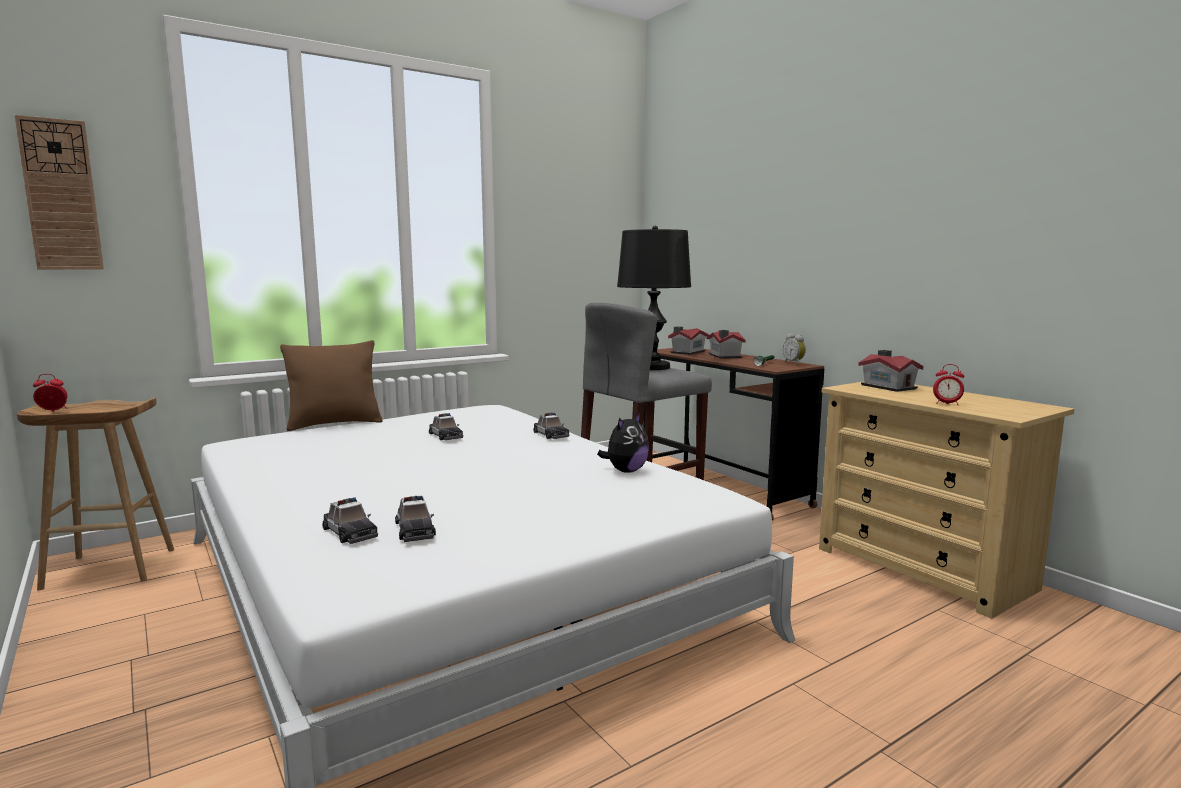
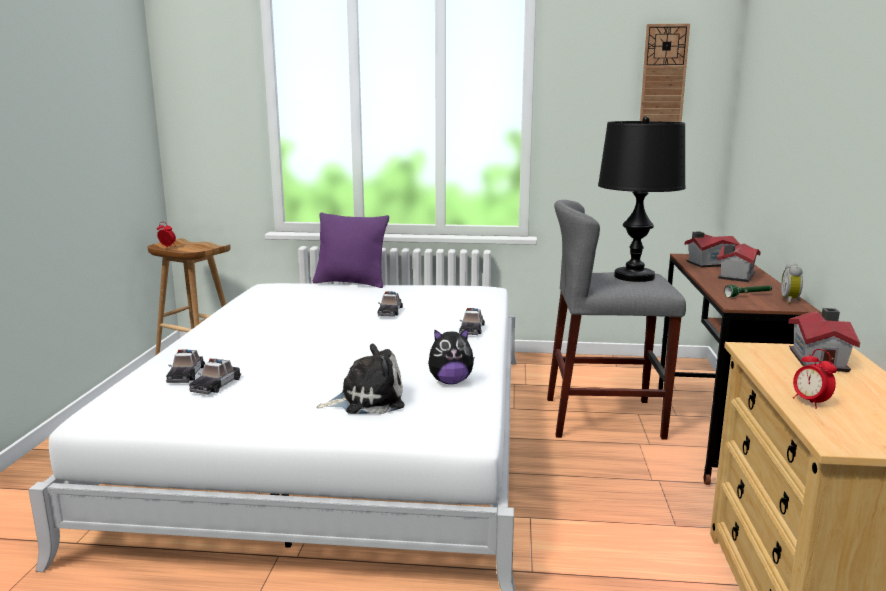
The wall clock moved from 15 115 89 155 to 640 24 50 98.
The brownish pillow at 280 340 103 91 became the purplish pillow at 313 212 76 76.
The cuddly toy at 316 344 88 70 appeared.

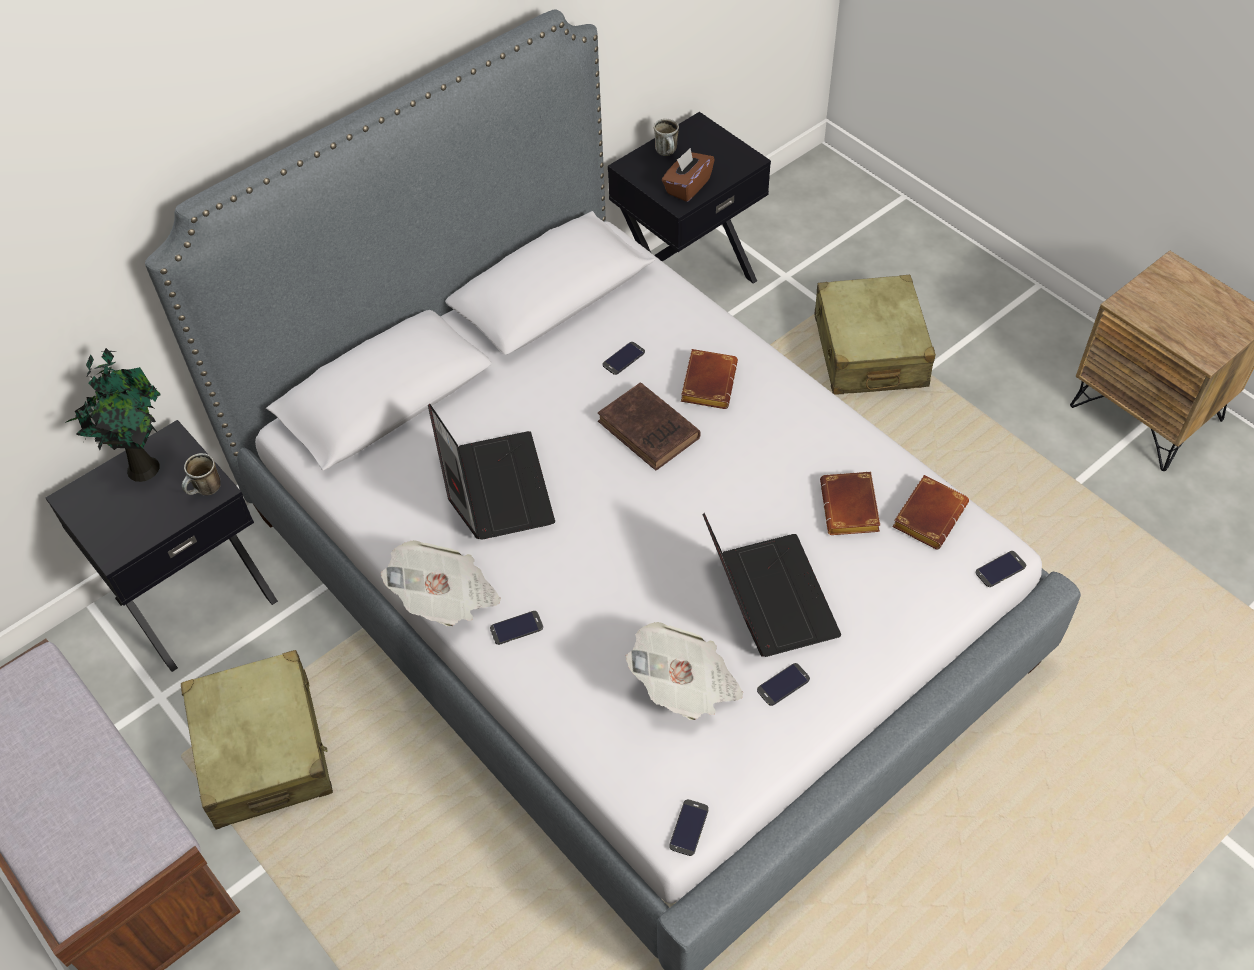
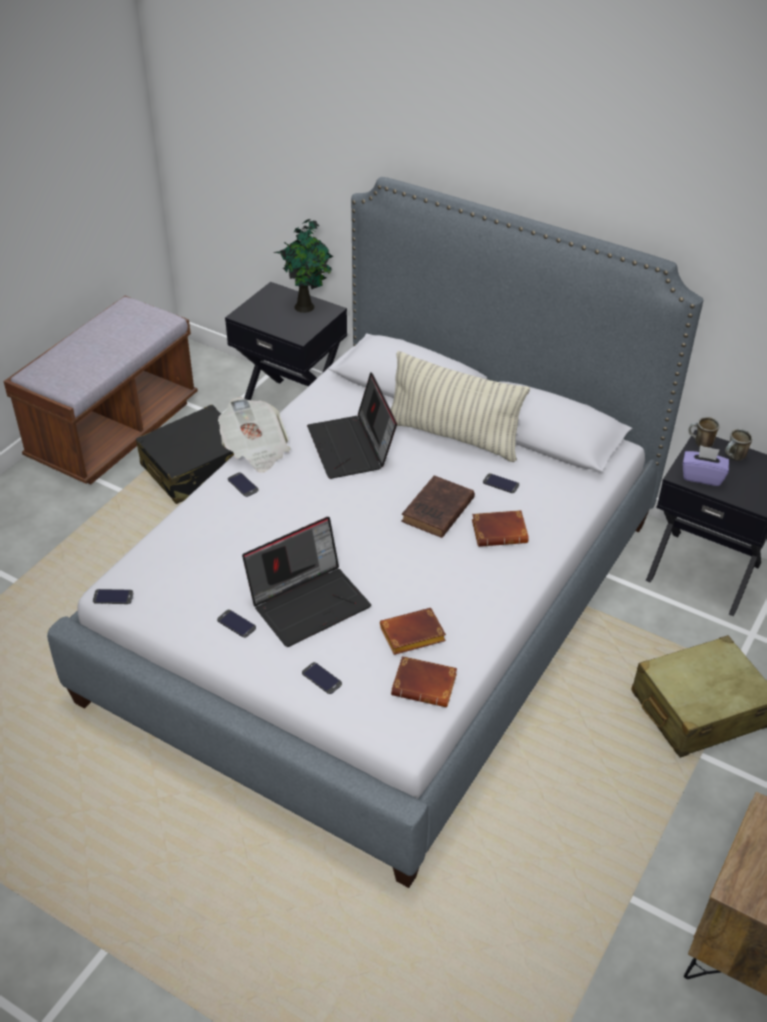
The beige-coloured suitcase at 181 650 152 179 became the black suitcase at 136 405 98 99.
The mug moved from 182 453 39 43 to 689 417 31 31.
The portable computer at 428 403 127 137 turned 105 degrees clockwise.
The newspaper at 626 622 117 98 disappeared.
The brownish box of tissues at 662 148 53 54 became the purplish box of tissues at 683 445 46 41.
The phone moved from 976 551 50 36 to 302 662 40 32.
The pillow at 390 351 140 111 appeared.

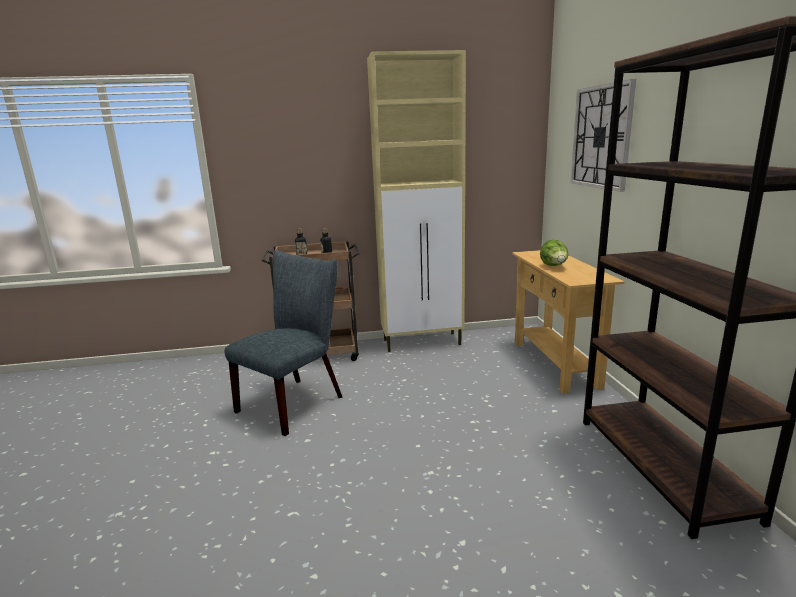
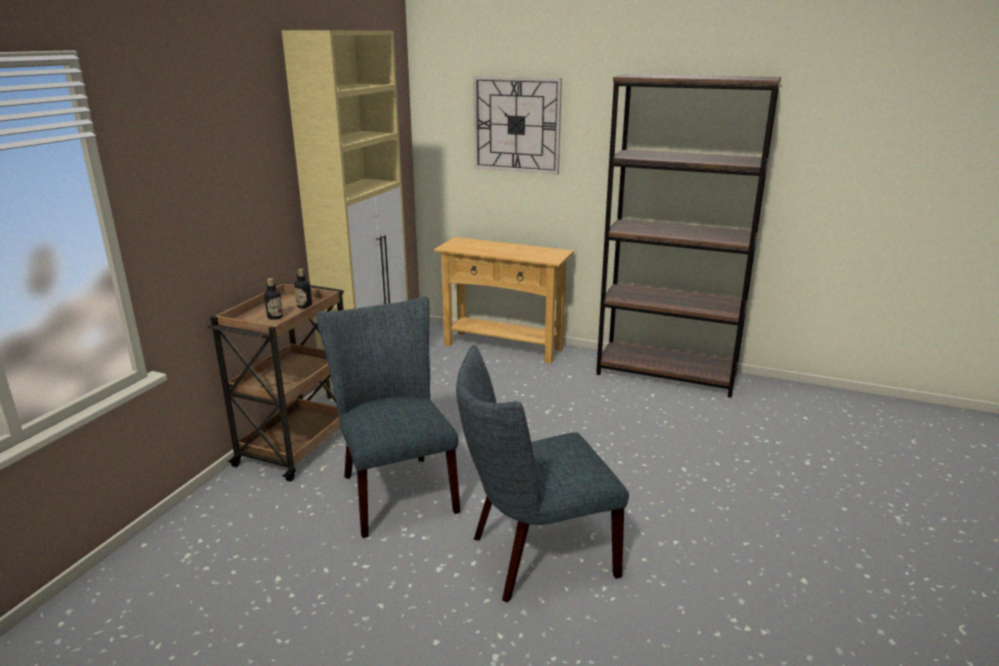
The lettuce at 540 240 28 26 disappeared.
The greyish plain chair at 456 345 173 258 appeared.

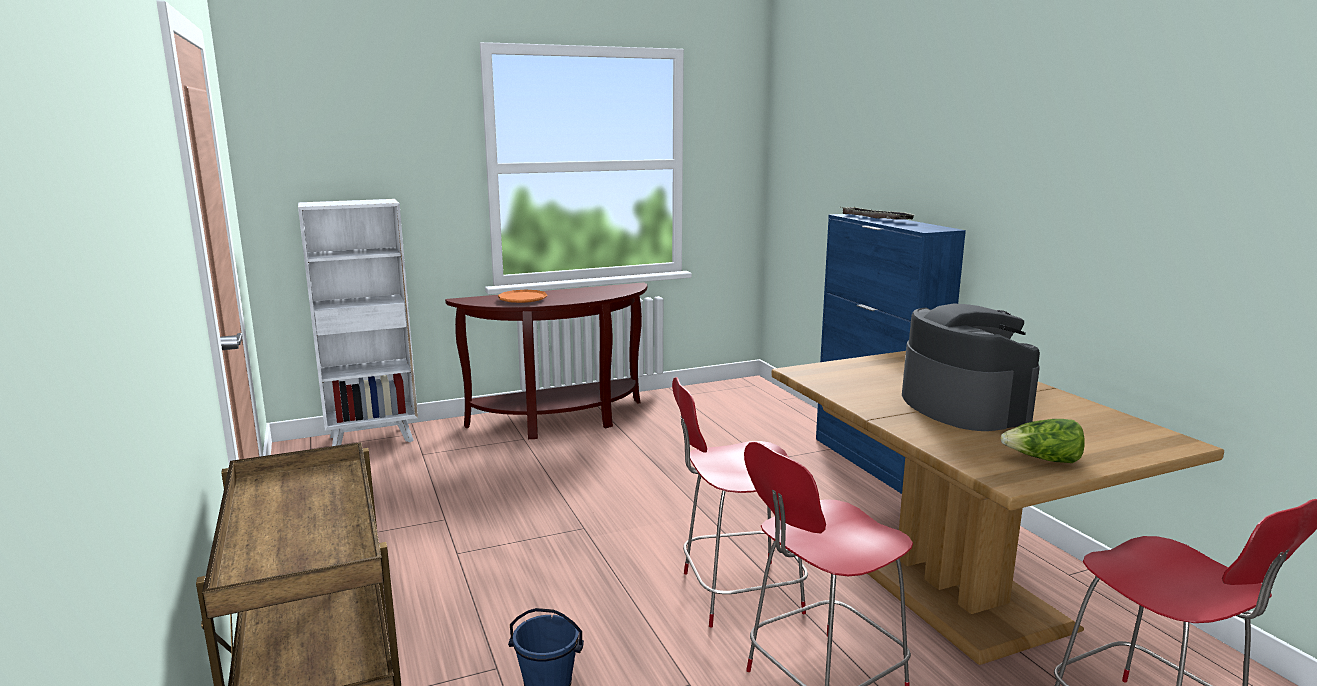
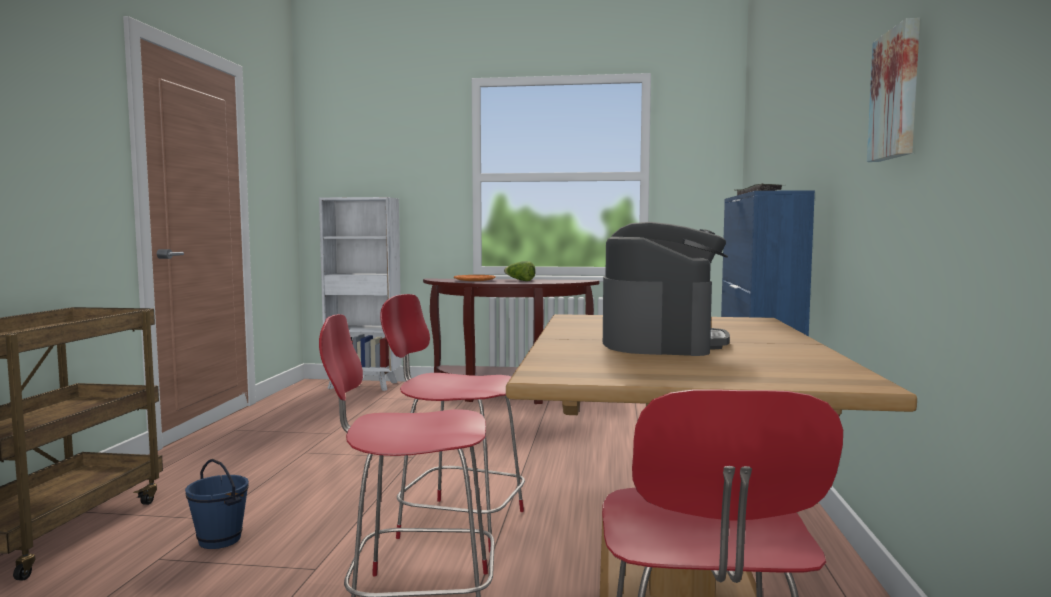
The lettuce moved from 1001 419 84 44 to 504 261 32 20.
The picture at 867 18 53 144 appeared.

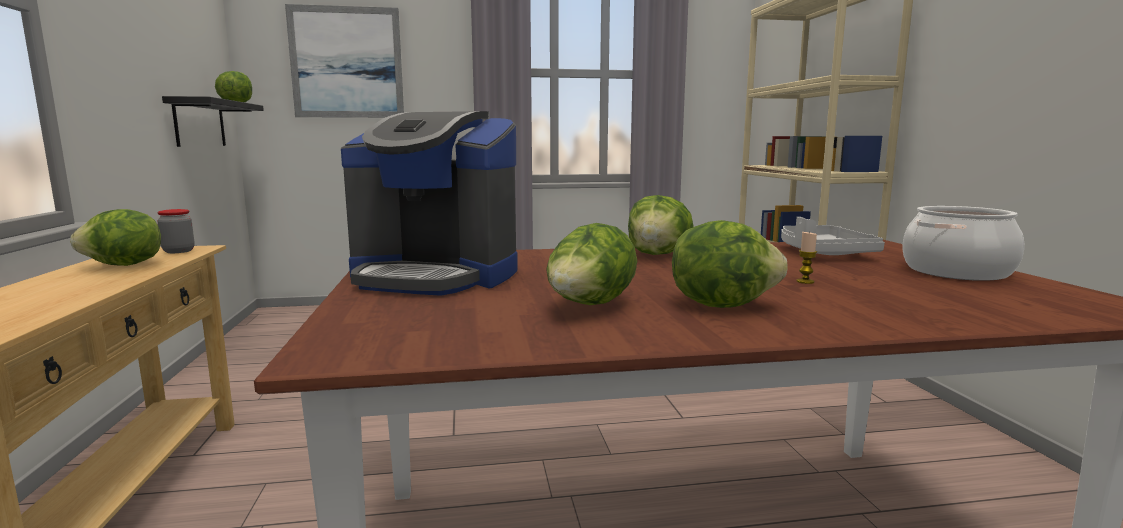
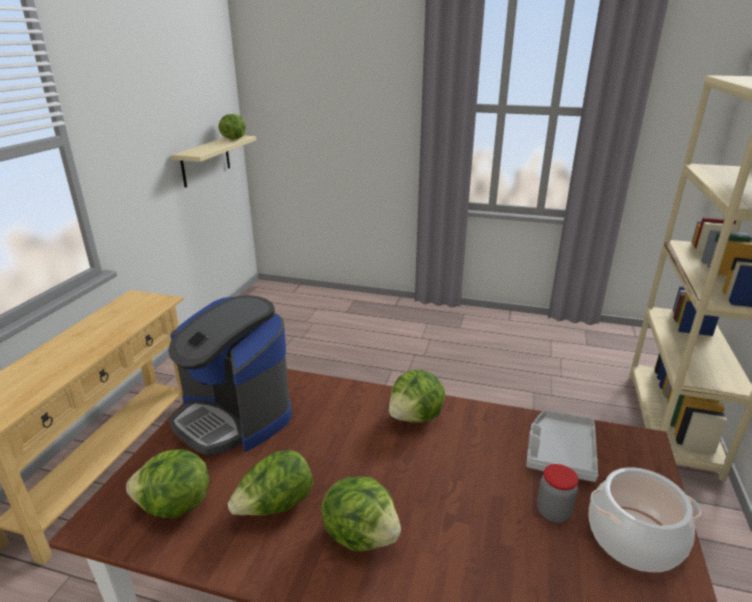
The lettuce moved from 70 209 91 57 to 126 449 83 70.
The jar moved from 157 209 38 44 to 537 464 42 59.
The black wall shelf at 162 96 102 51 became the beige-coloured wall shelf at 171 136 85 52.
The picture at 285 4 119 114 disappeared.
The candle at 796 232 21 52 disappeared.

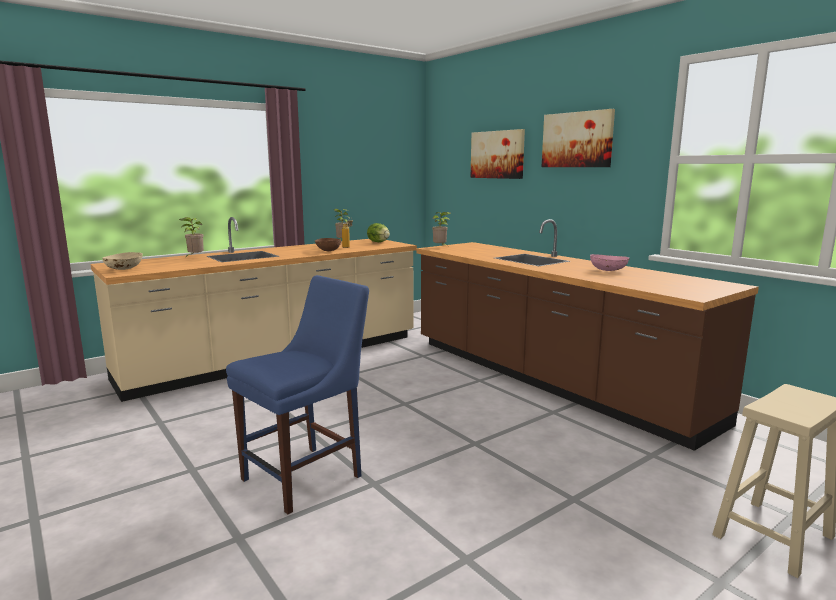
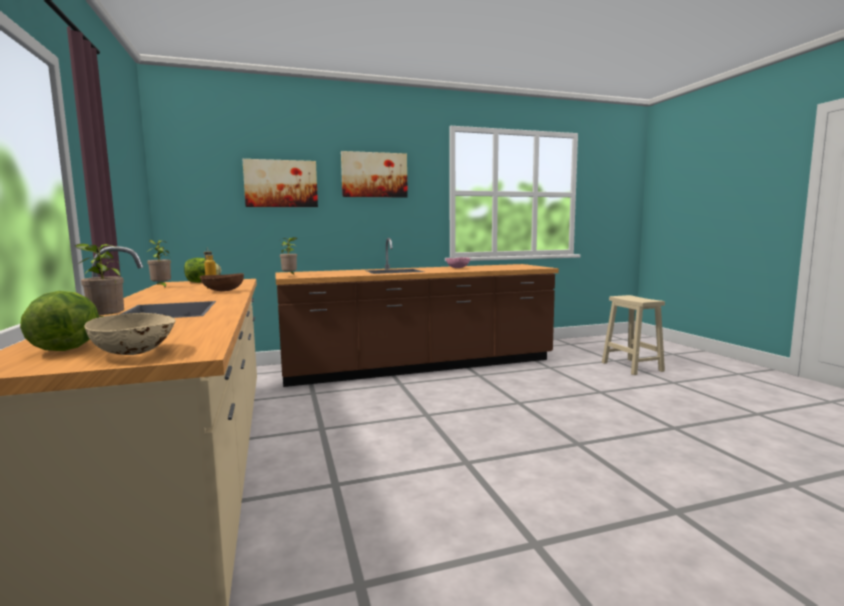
The blue plain chair at 226 275 143 239 disappeared.
The lettuce at 20 291 79 60 appeared.

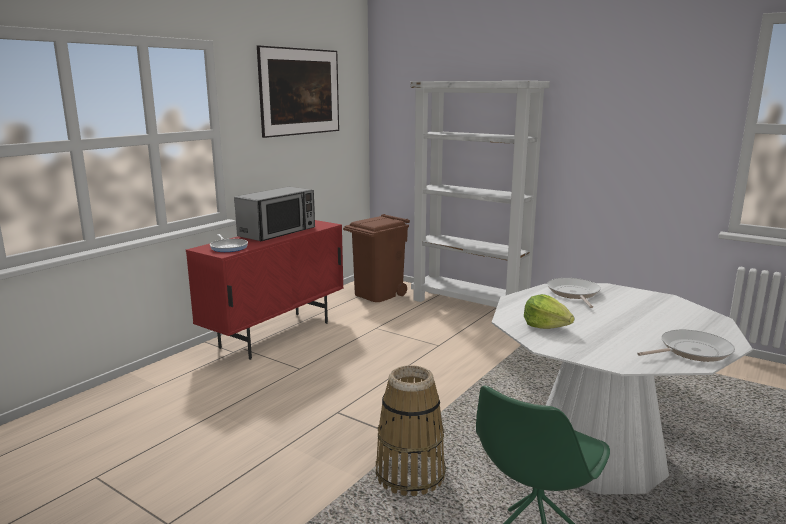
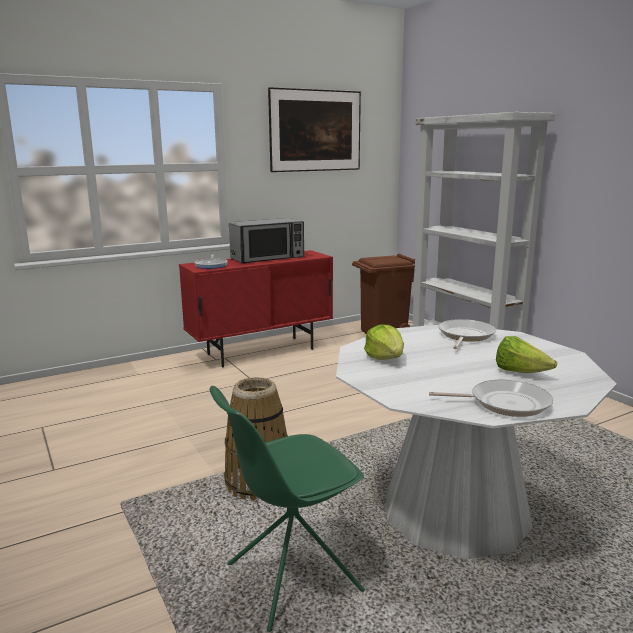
The lettuce at 496 336 61 37 appeared.

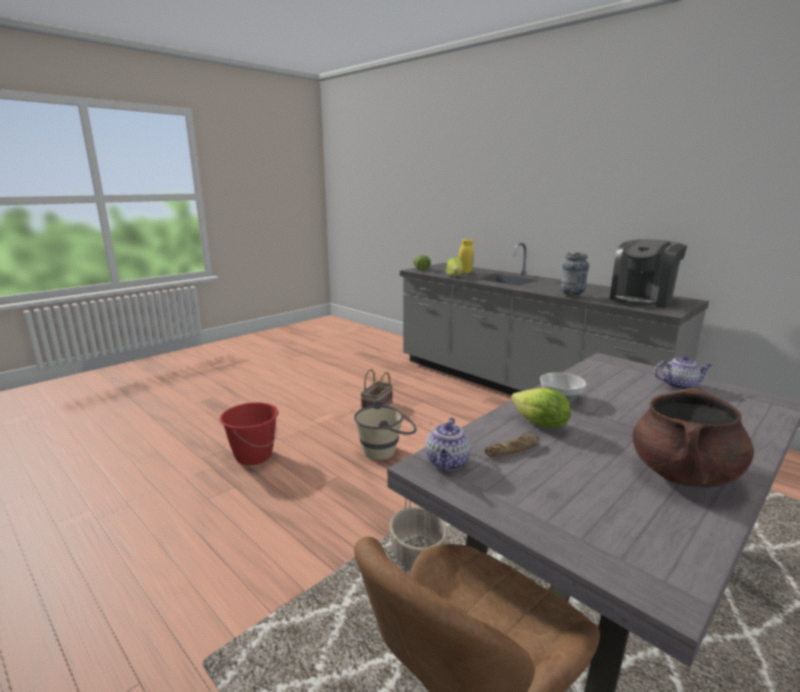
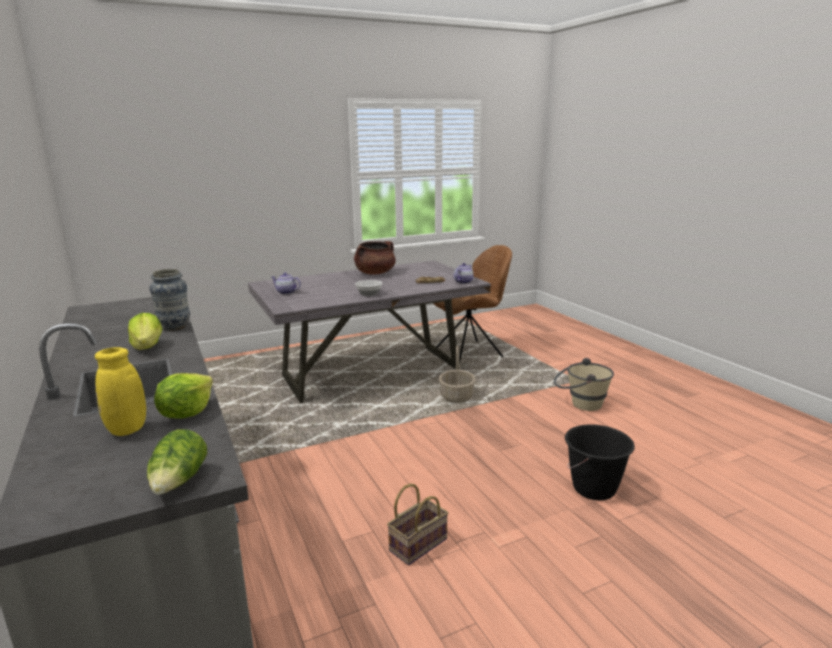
The red-coloured bucket at 219 402 60 63 became the black bucket at 565 424 70 76.
The beige-coloured bucket moved from 354 401 63 59 to 554 358 60 53.
The lettuce moved from 511 388 60 41 to 128 313 34 37.
The coffee maker at 610 239 77 69 disappeared.

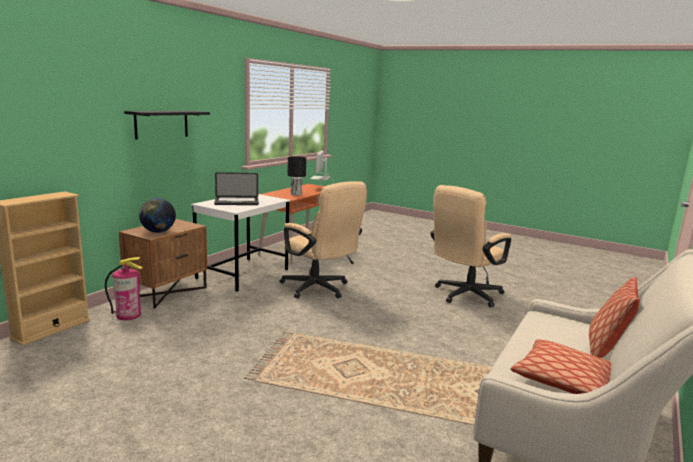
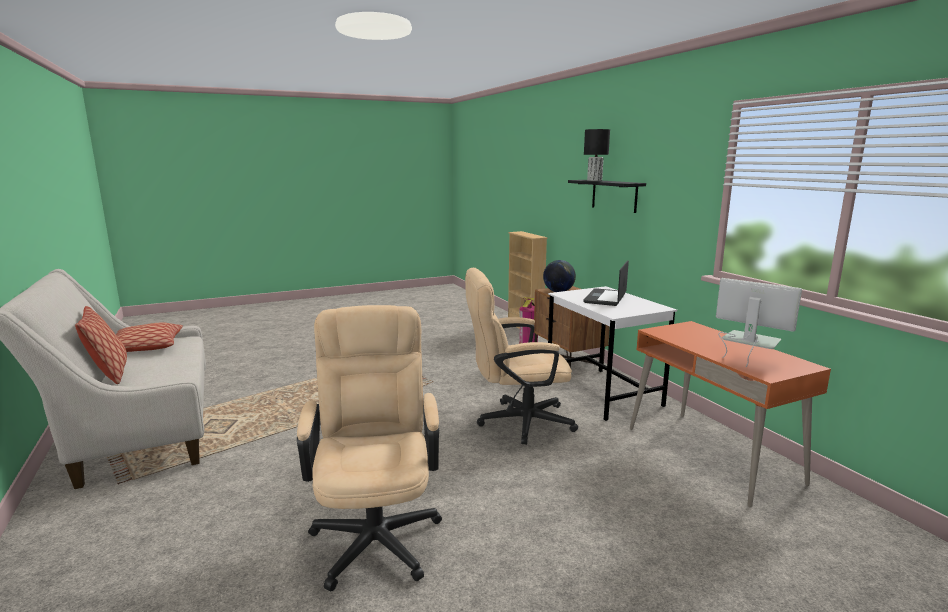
The black table lamp moved from 287 156 19 39 to 584 129 26 52.

